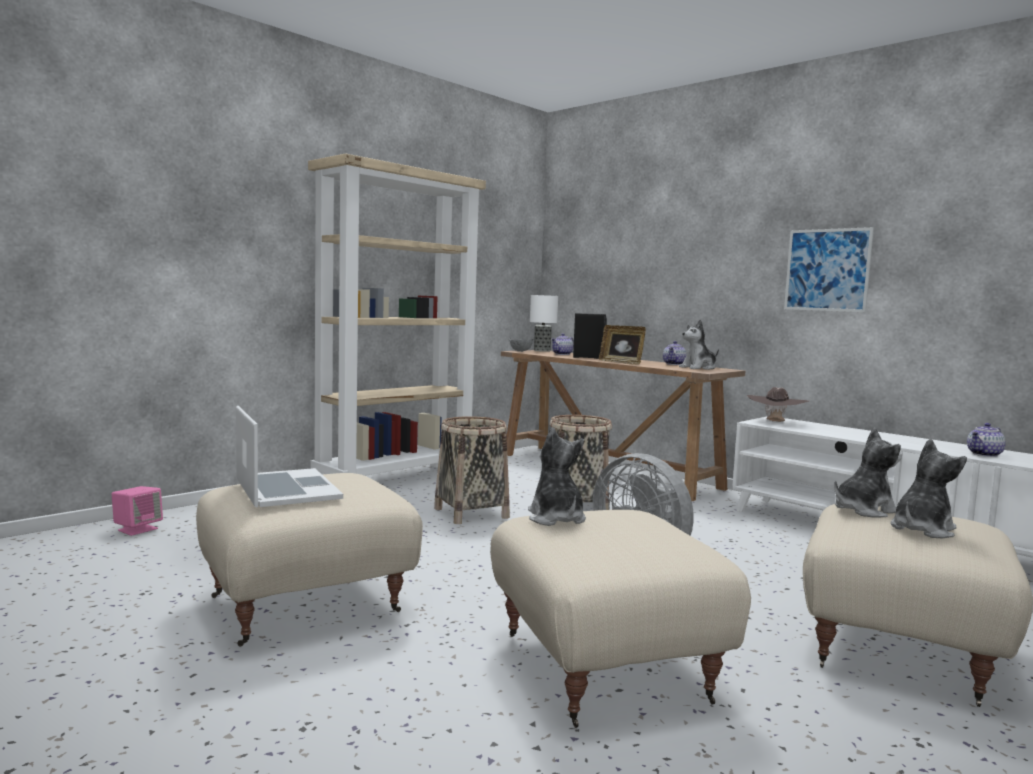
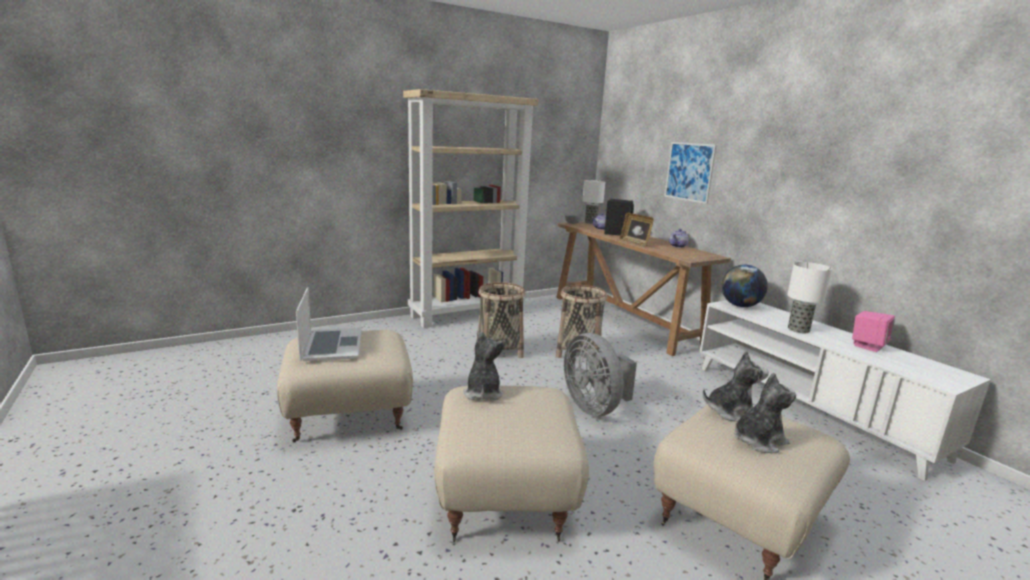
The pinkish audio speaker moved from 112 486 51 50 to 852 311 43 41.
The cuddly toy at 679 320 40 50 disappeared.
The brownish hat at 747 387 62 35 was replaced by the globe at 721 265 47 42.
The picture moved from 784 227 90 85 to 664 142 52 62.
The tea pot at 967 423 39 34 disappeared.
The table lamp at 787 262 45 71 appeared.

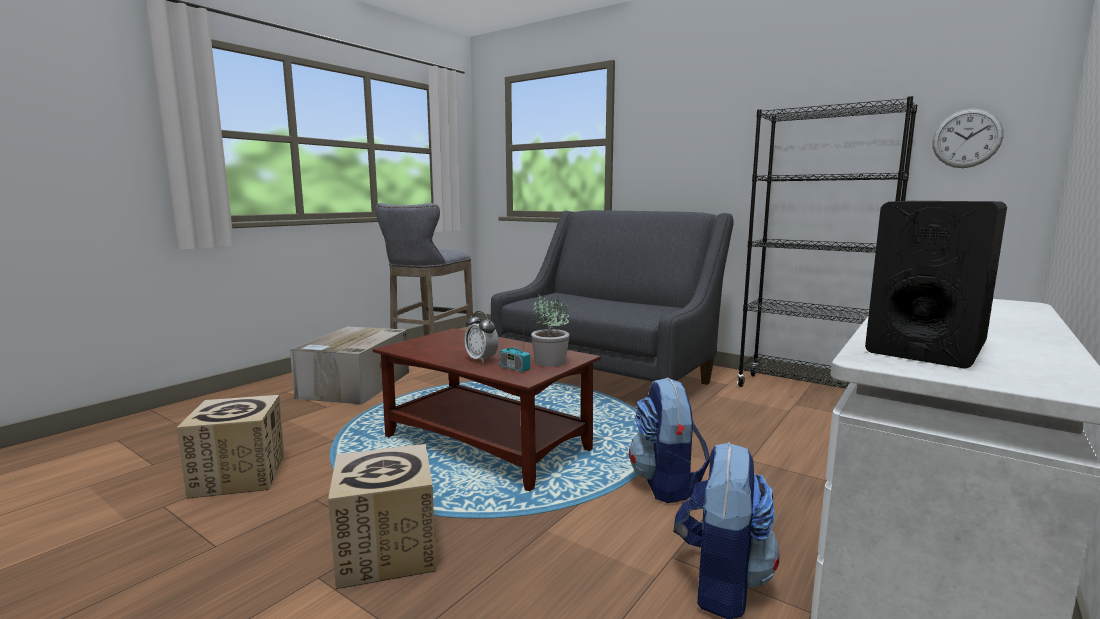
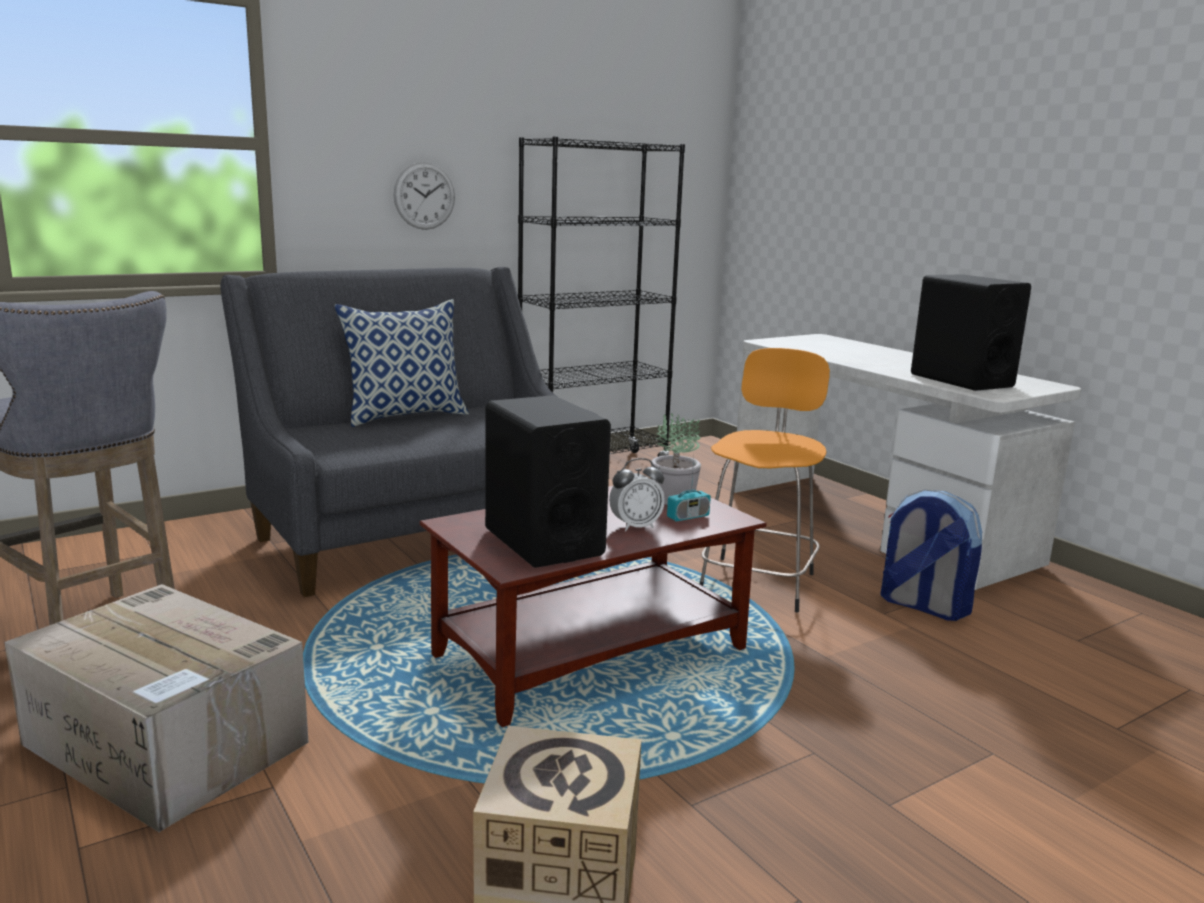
The cardboard box at 328 444 108 145 disappeared.
The backpack at 629 378 81 125 was replaced by the orange-coloured stool at 700 348 130 264.
The wall clock moved from 932 108 72 60 to 394 162 61 68.
The pillow at 334 299 135 128 appeared.
The black audio speaker at 485 395 126 173 appeared.

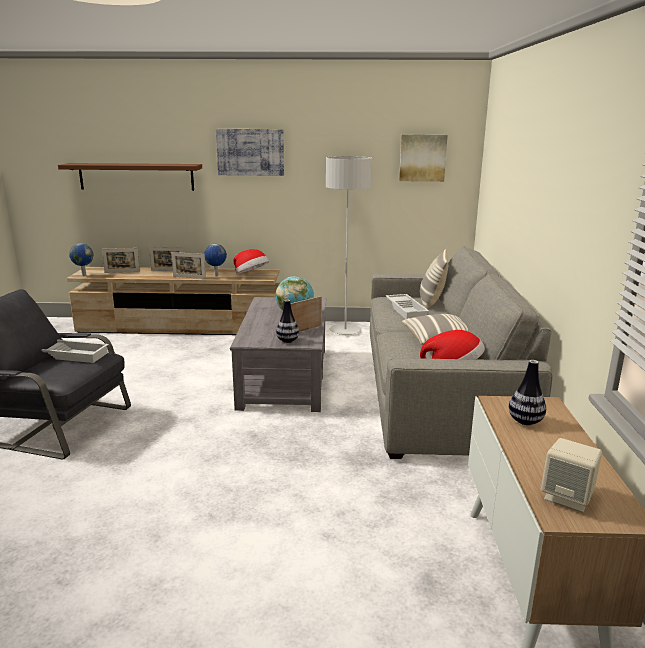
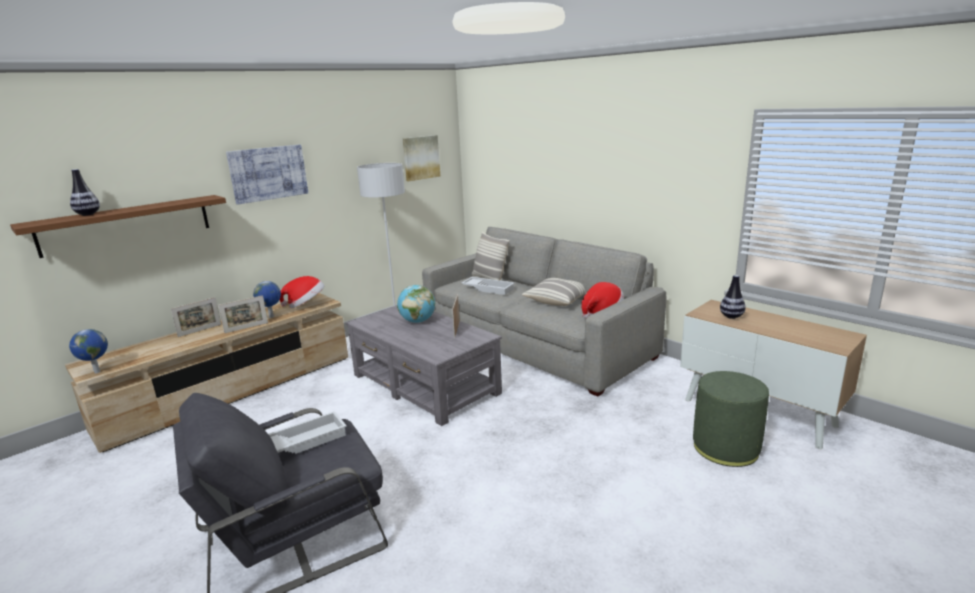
The standing frame at 102 248 38 25 disappeared.
The vase moved from 276 300 23 43 to 70 169 30 47.
The beige-coloured audio speaker at 541 438 61 75 disappeared.
The green footrest at 693 371 76 96 appeared.

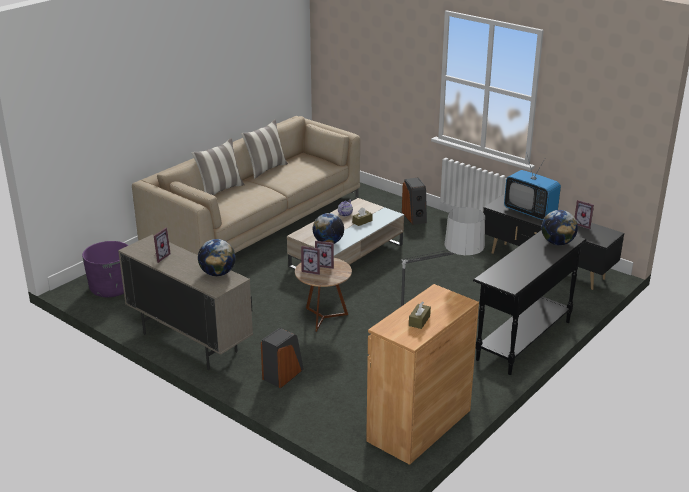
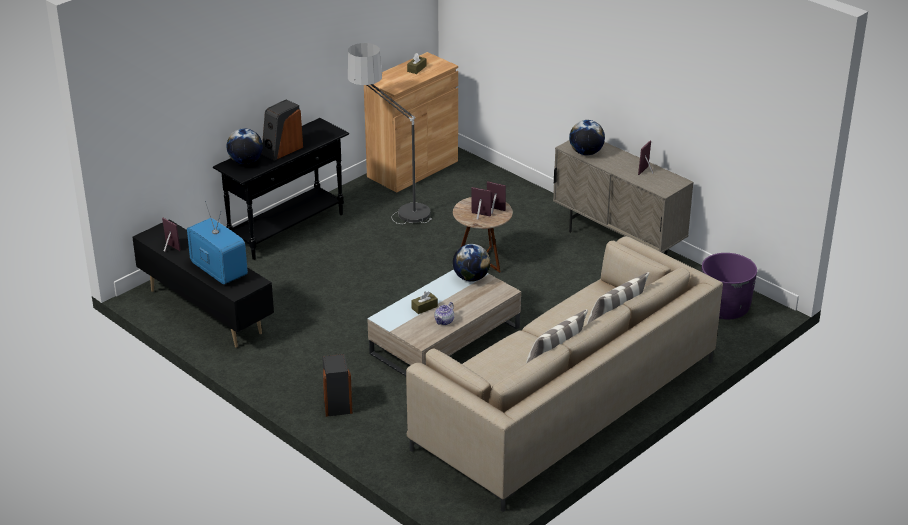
The audio speaker moved from 261 328 43 60 to 262 99 41 62.

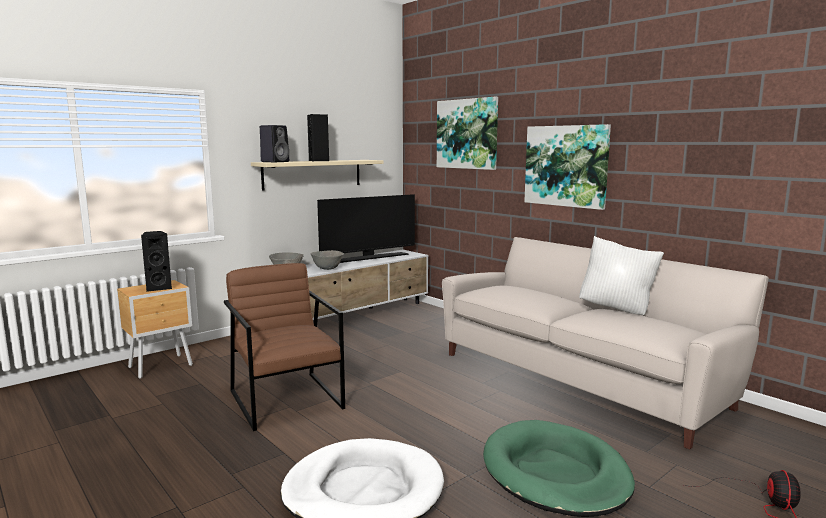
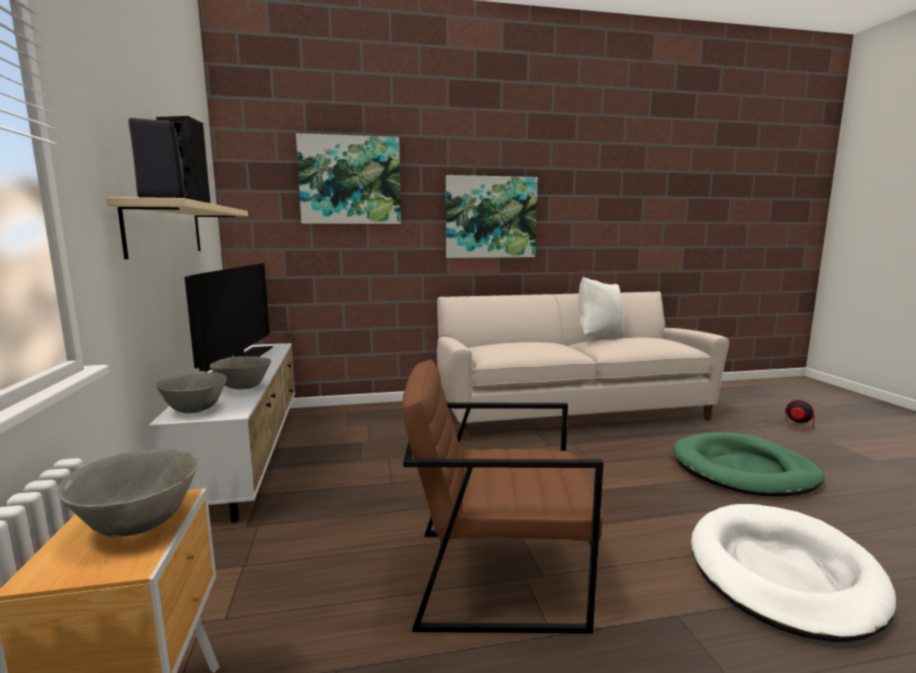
The black audio speaker at 141 231 31 61 was replaced by the greyish deep dish at 57 449 142 88.

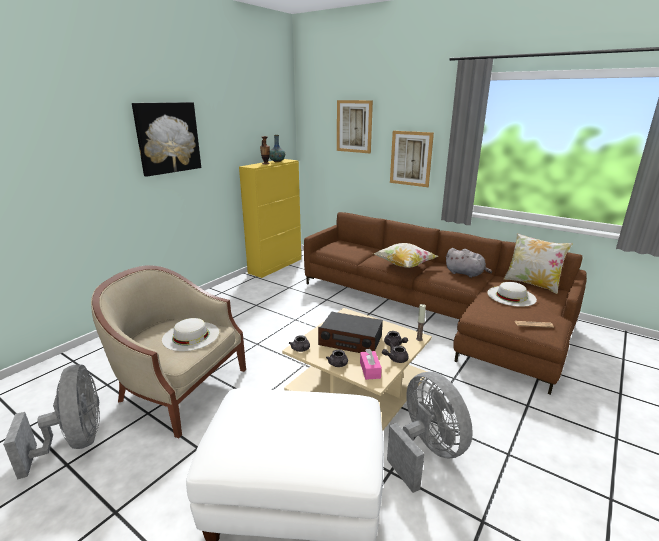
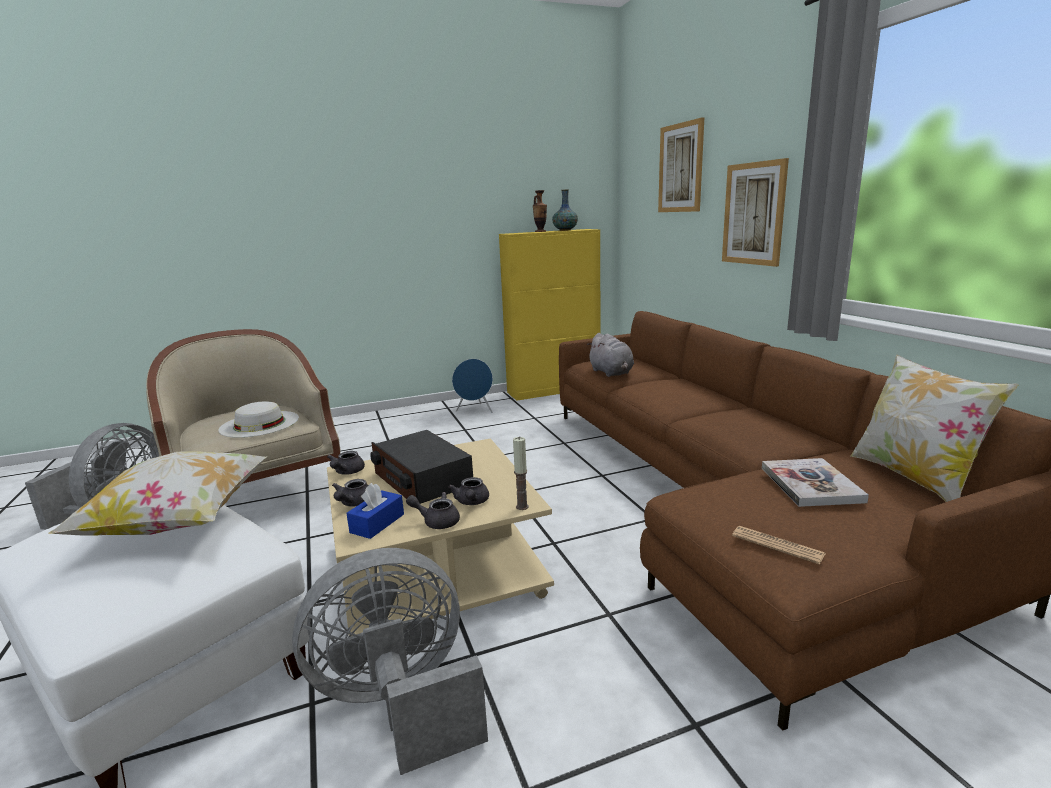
The picture at 132 102 69 75 disappeared.
The pinkish box of tissues at 360 349 22 31 became the blue box of tissues at 346 483 58 56.
The pillow moved from 373 243 65 25 to 48 451 219 85.
The greyish electric fan at 387 372 86 121 turned 120 degrees counterclockwise.
The greyish cuddly toy moved from 446 248 46 30 to 587 333 47 44.
The white hat at 487 282 50 25 was replaced by the bound book at 762 458 107 49.
The blue audio speaker at 452 359 41 54 appeared.

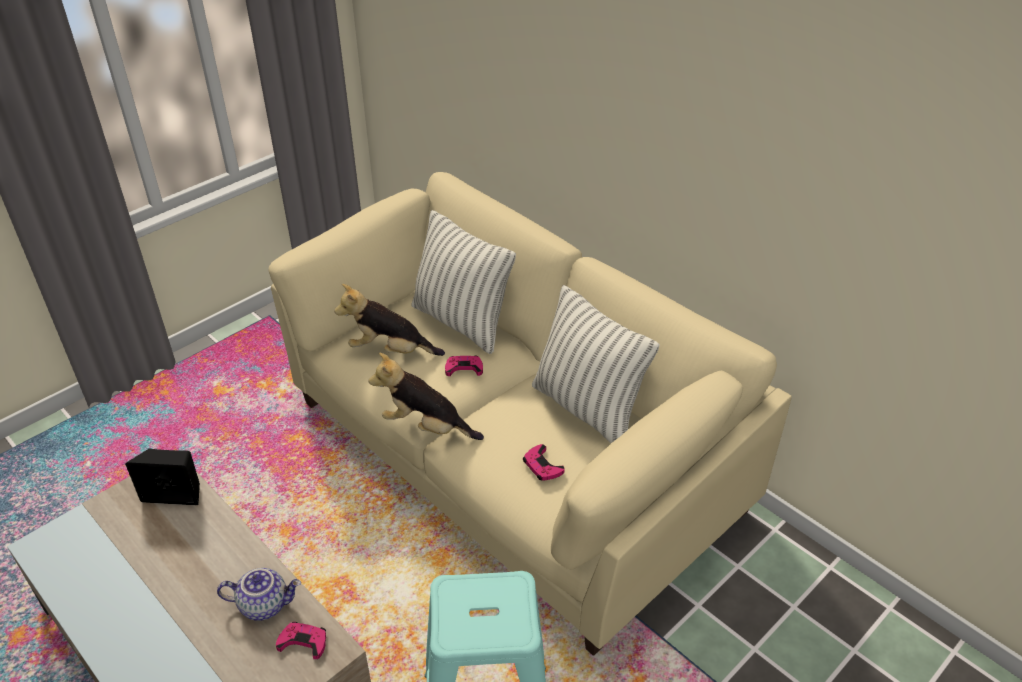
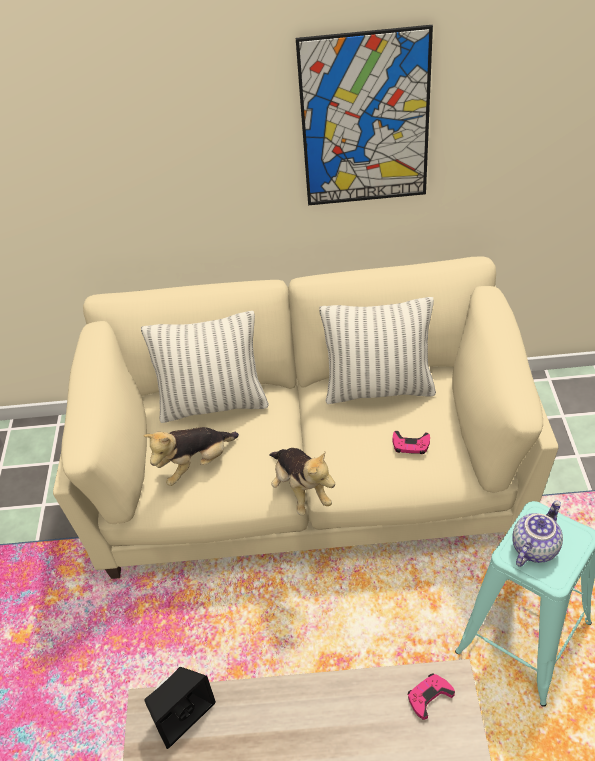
The tea pot moved from 217 568 84 53 to 512 501 51 66.
The cuddly toy at 369 353 115 87 turned 90 degrees counterclockwise.
The pinkish game controller at 445 355 38 21 disappeared.
The picture at 296 25 137 180 appeared.

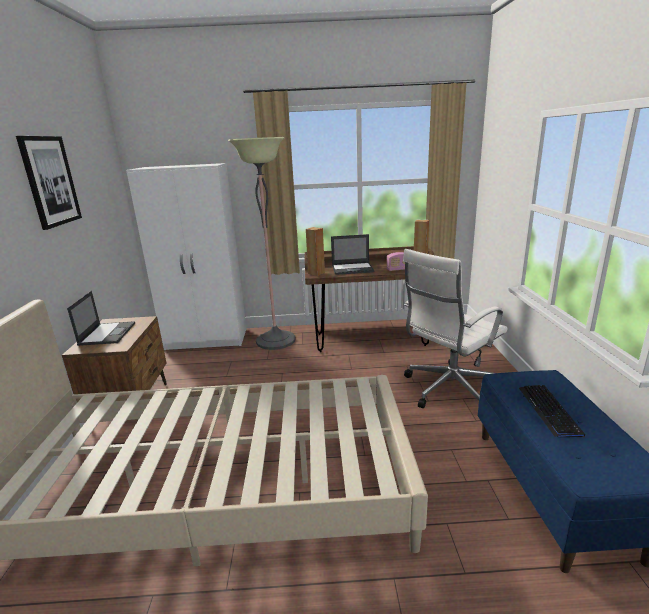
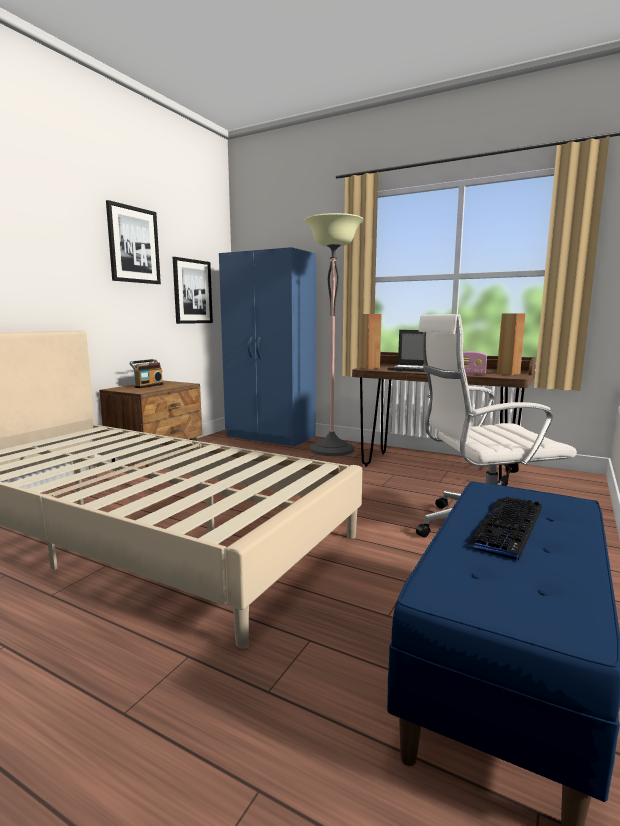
The portable computer at 67 291 68 55 was replaced by the radio at 129 359 35 29.
The white armoire at 126 163 121 187 became the blue armoire at 219 247 97 200.
The picture at 173 257 40 67 appeared.

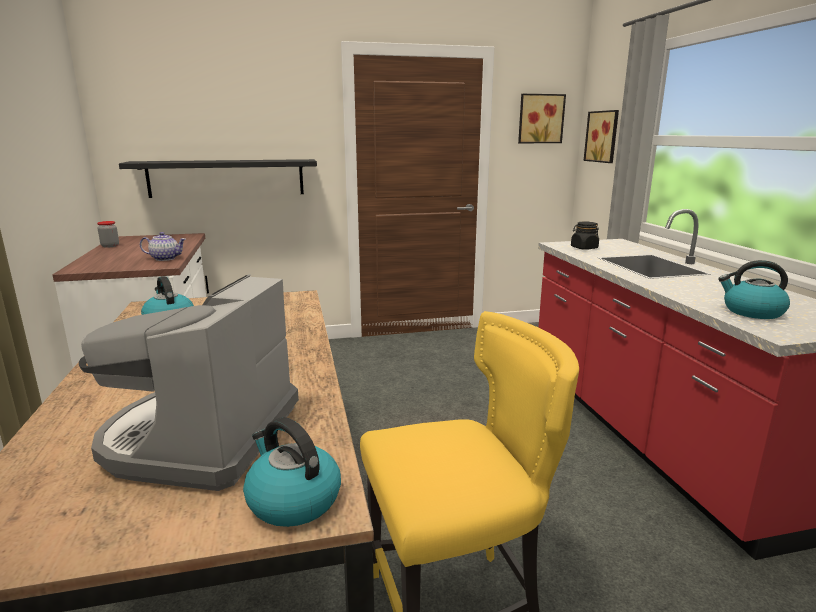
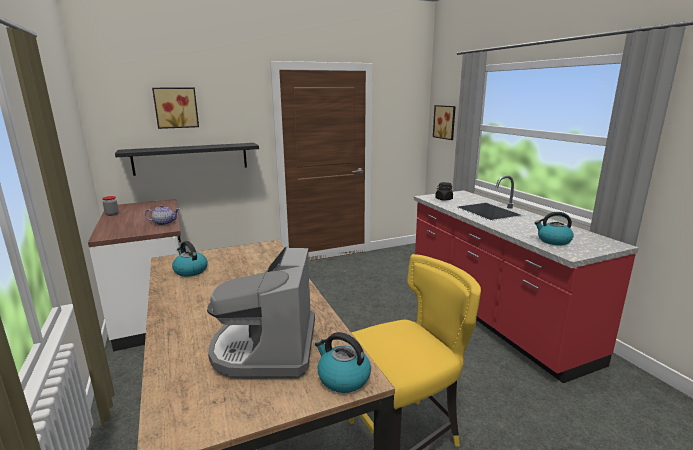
The picture moved from 518 94 48 49 to 152 88 47 41.

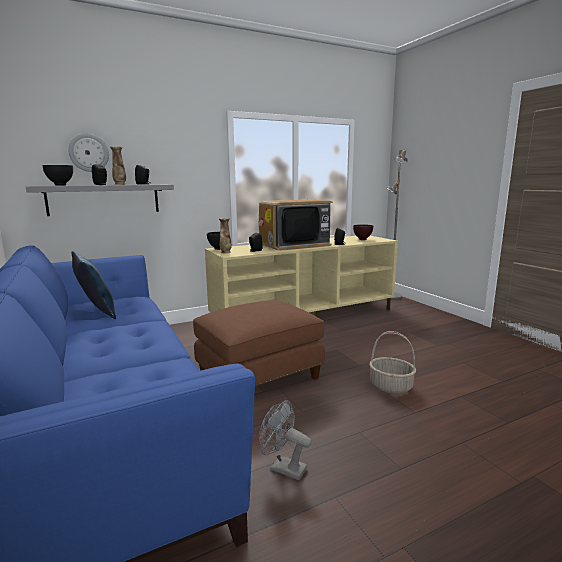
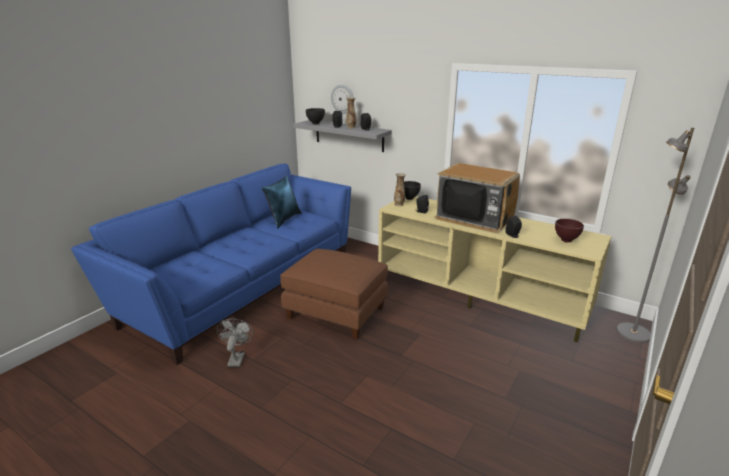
The basket at 369 331 47 63 disappeared.

